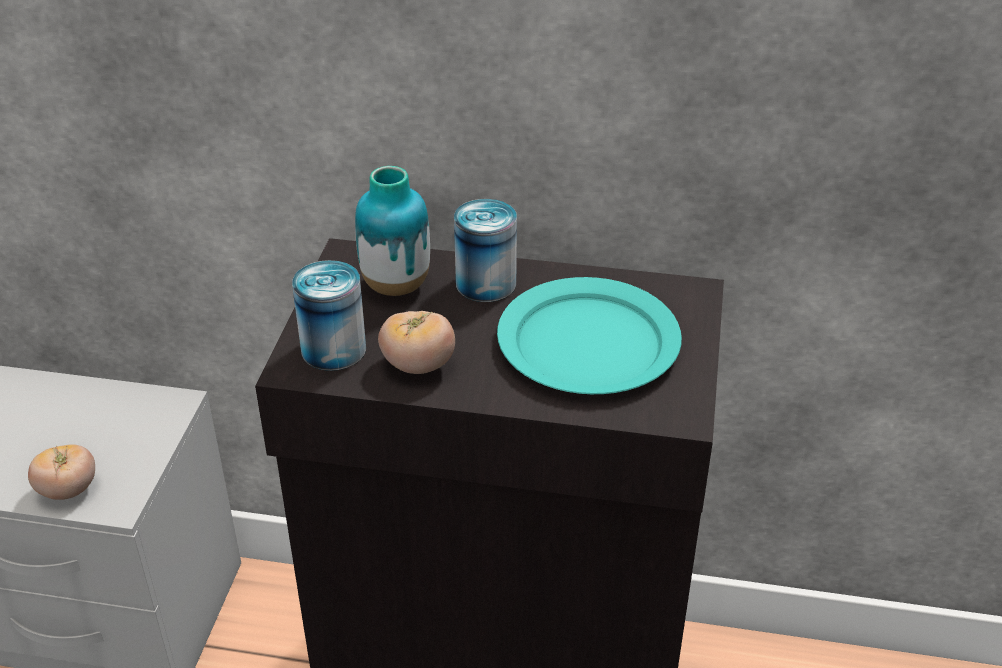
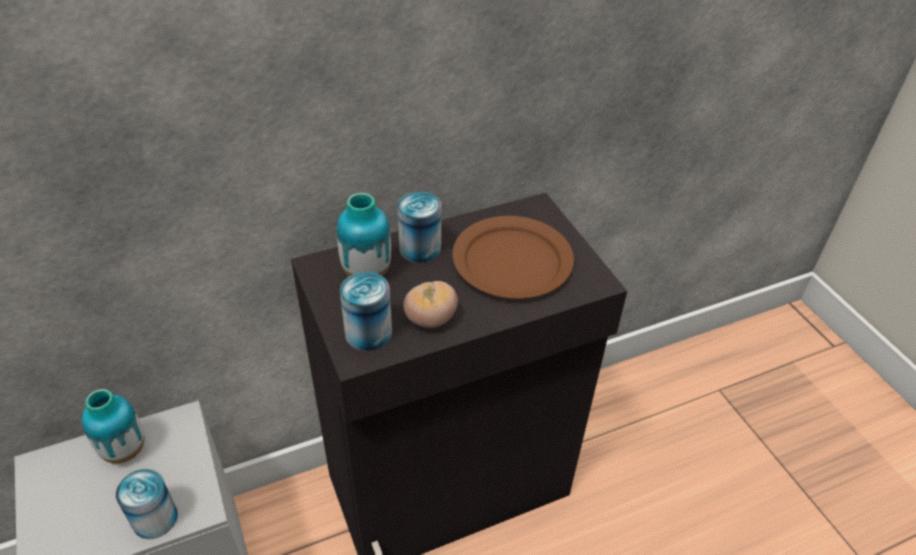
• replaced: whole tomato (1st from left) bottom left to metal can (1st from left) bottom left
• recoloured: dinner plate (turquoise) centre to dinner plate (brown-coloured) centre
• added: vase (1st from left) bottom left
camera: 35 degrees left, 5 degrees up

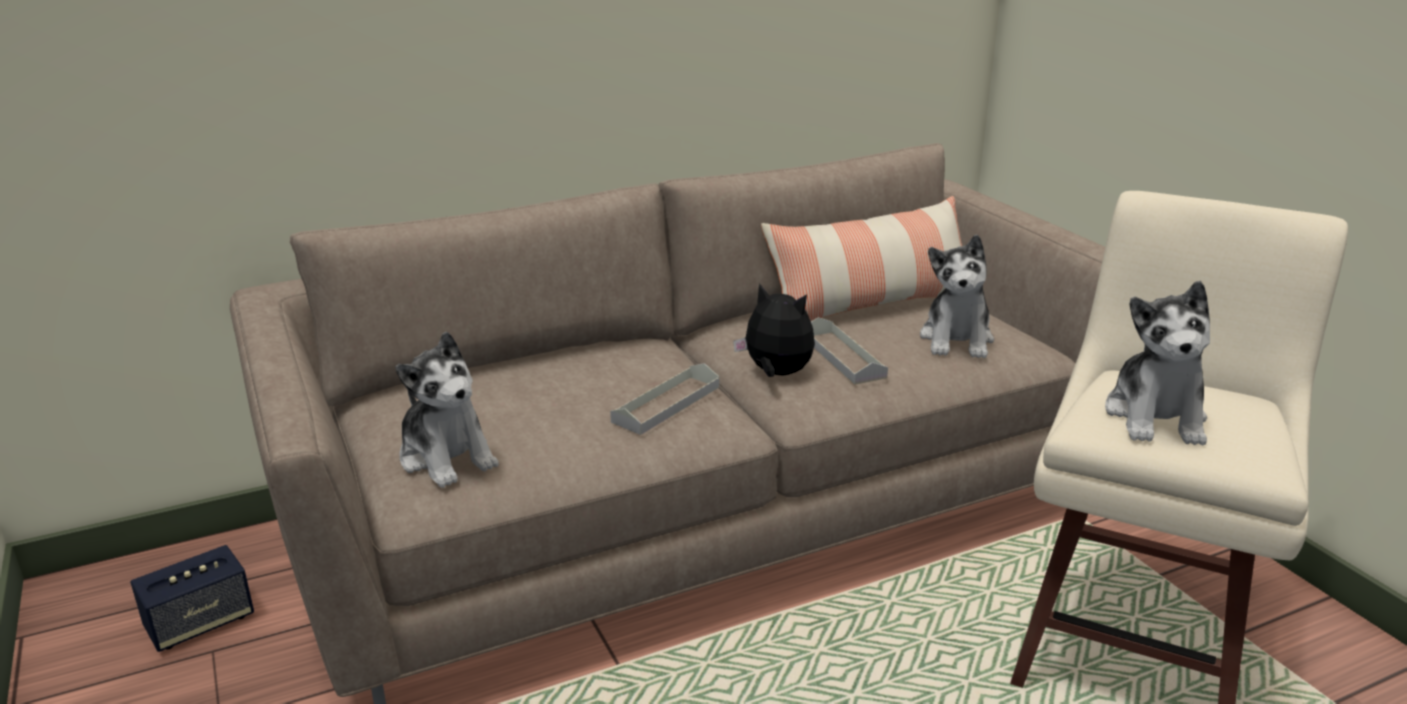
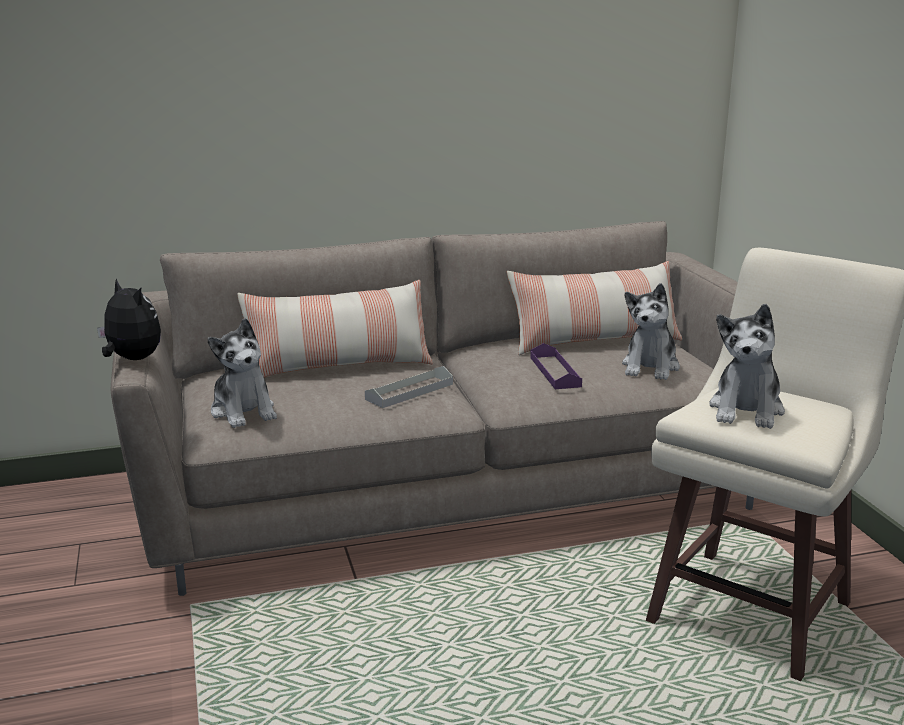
• removed: speaker bottom left
• moved: plush toy (2nd from left in the first image) centre to plush toy (1st from left) middle left
• recoloured: serving tray (grey) (2nd from left) centre to serving tray (purplish) centre
• added: cushion (1st from left) centre
camera: 10 degrees right, 5 degrees down

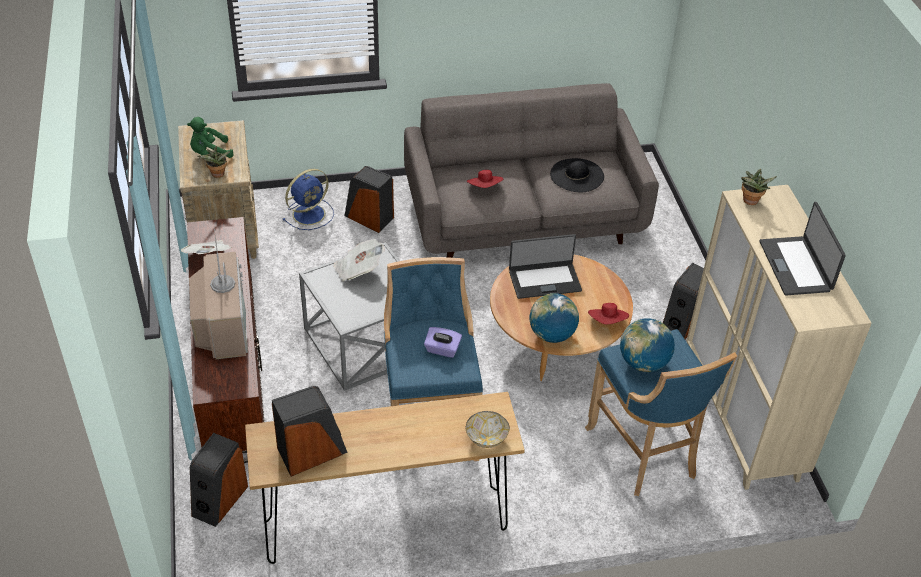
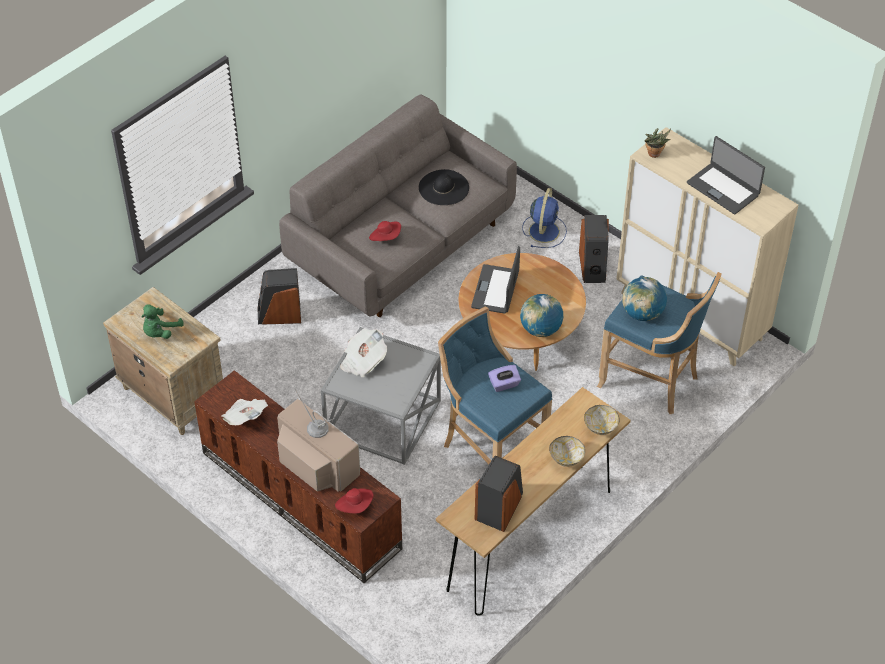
• removed: speaker (1st from left) bottom left
• removed: potted plant (1st from left) top left
• moved: fan (blue) centre to top centre
• turned: laptop (1st from left) centre = centre 150 degrees clockwise
• moved: wearable hat (reddish) (2nd from left in the first image) centre to wearable hat (reddish) (1st from left) bottom centre
• added: deep dish (1st from left) bottom centre
camera: 35 degrees left, 5 degrees up

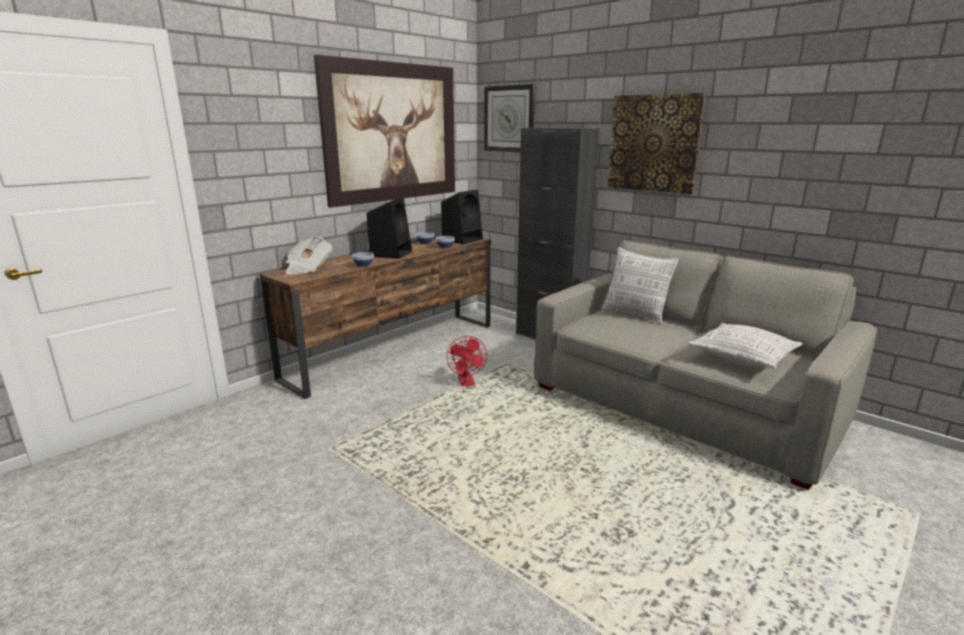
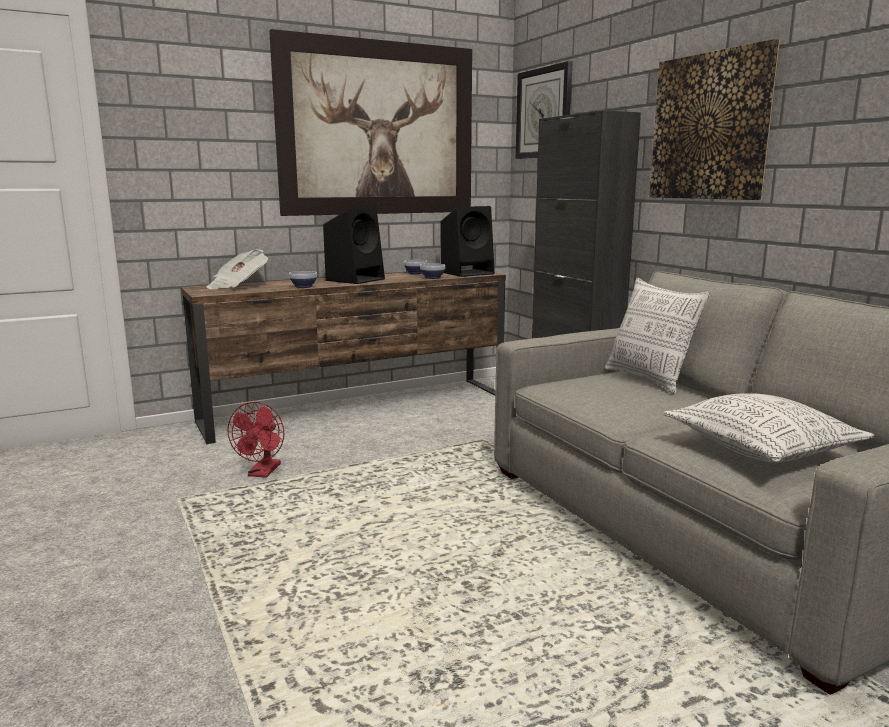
• moved: fan (reddish) centre to middle left
camera: 20 degrees right, 5 degrees down

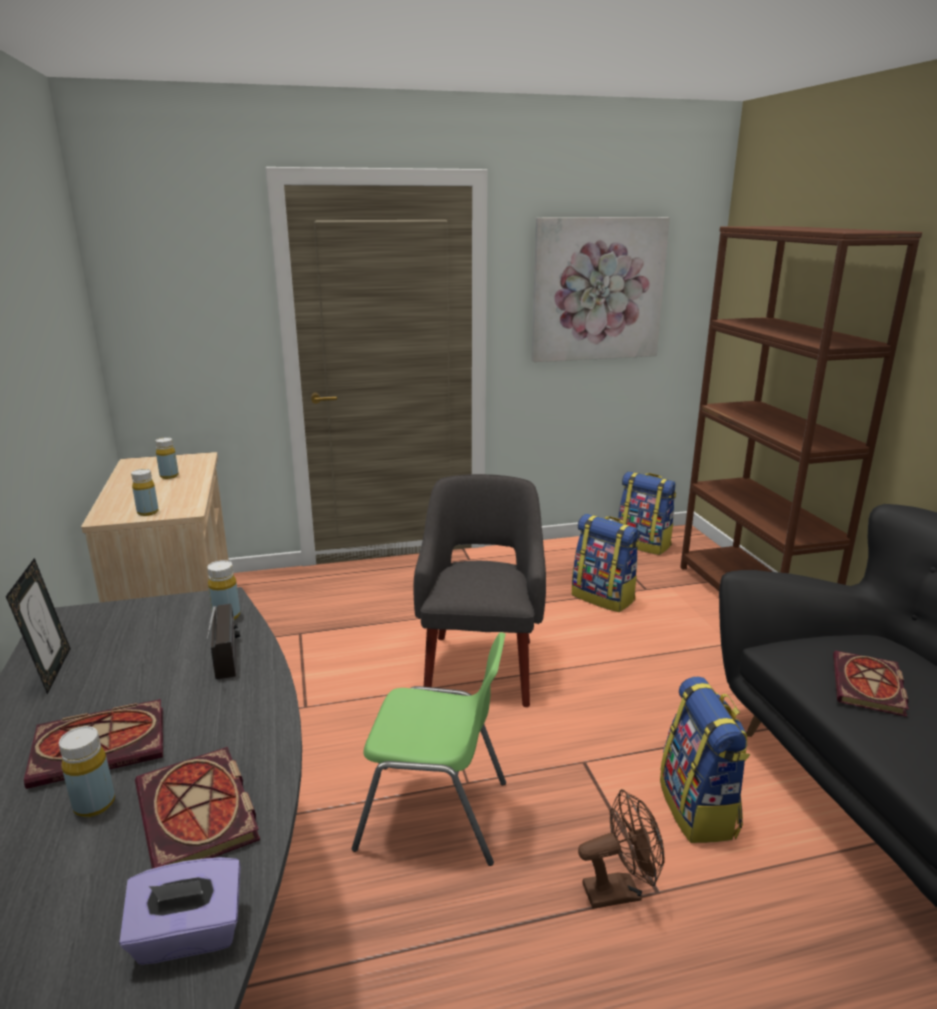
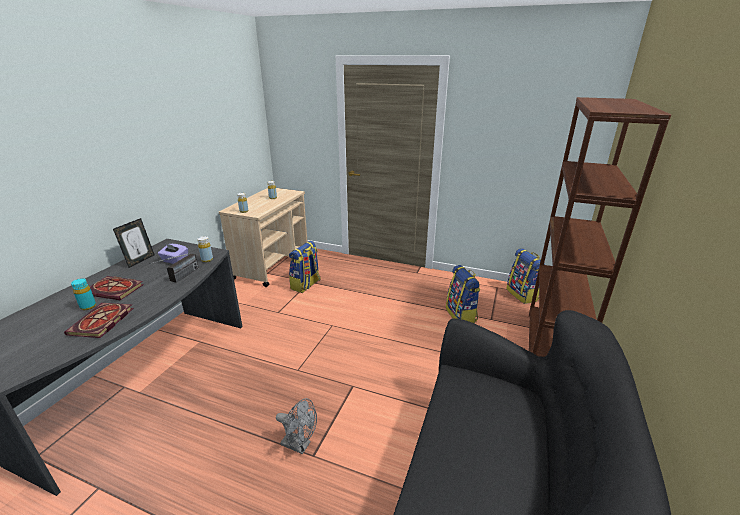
• recoloured: drink bottle (yellow) (1st from left) bottom left to drink bottle (turquoise) middle left
• moved: tissue box (purplish) bottom left to middle left
• removed: chair (green-coloured) bottom centre
• removed: easy chair (grey) centre
• removed: picture top centre
• recoloured: fan (brown-coloured) bottom centre to fan (grey) bottom centre
• moved: knapsack (3rd from left in the first image) bottom right to knapsack (1st from left) centre
• removed: volume (3rd from left) bottom right
camera: 35 degrees right, 5 degrees up

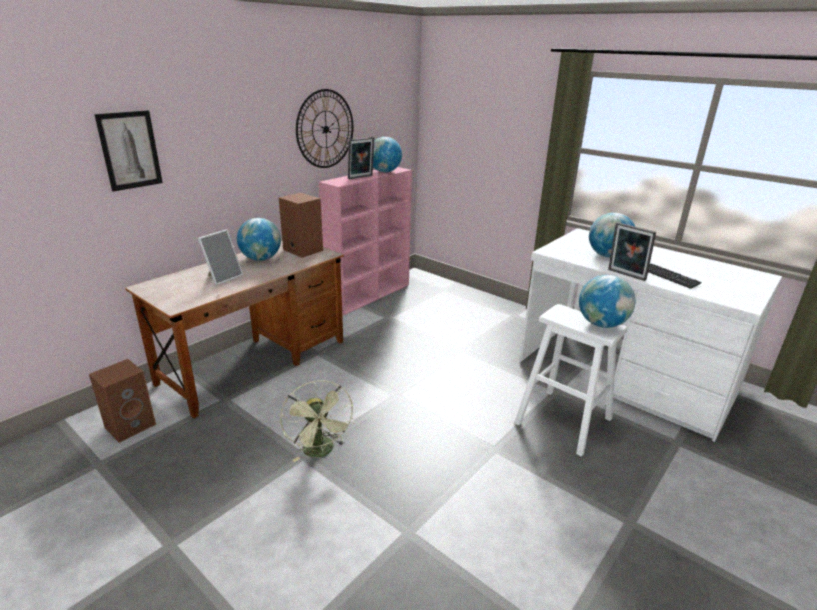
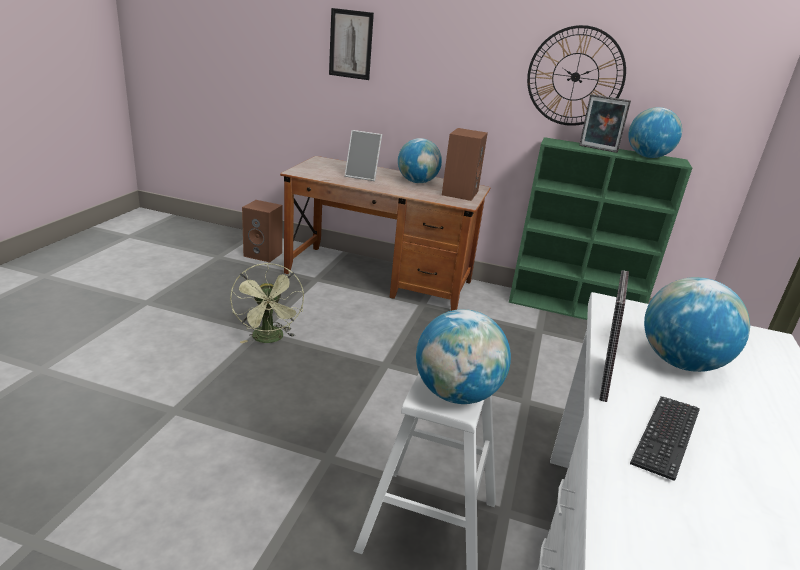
• turned: fan (green-coloured) bottom centre = centre 60 degrees counterclockwise
• recoloured: shelving unit (pink-coloured) centre to shelving unit (green-coloured) middle right
camera: 65 degrees right, 0 degrees up

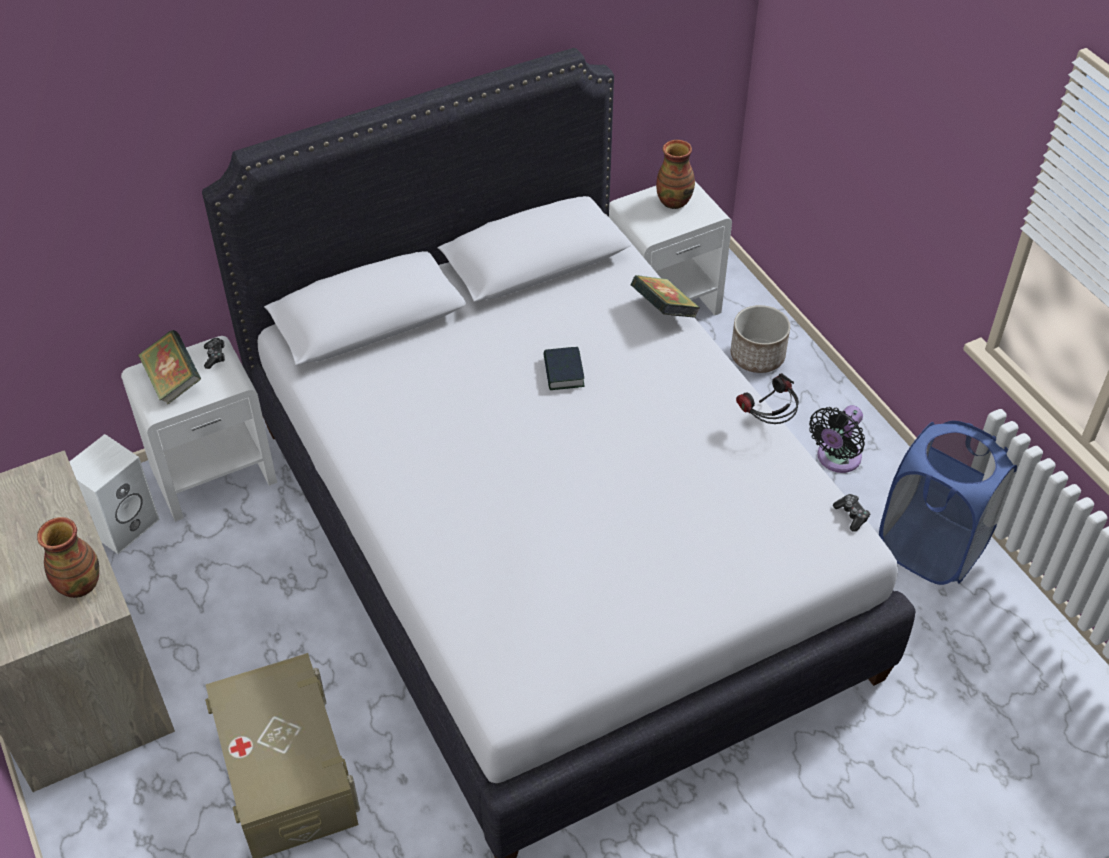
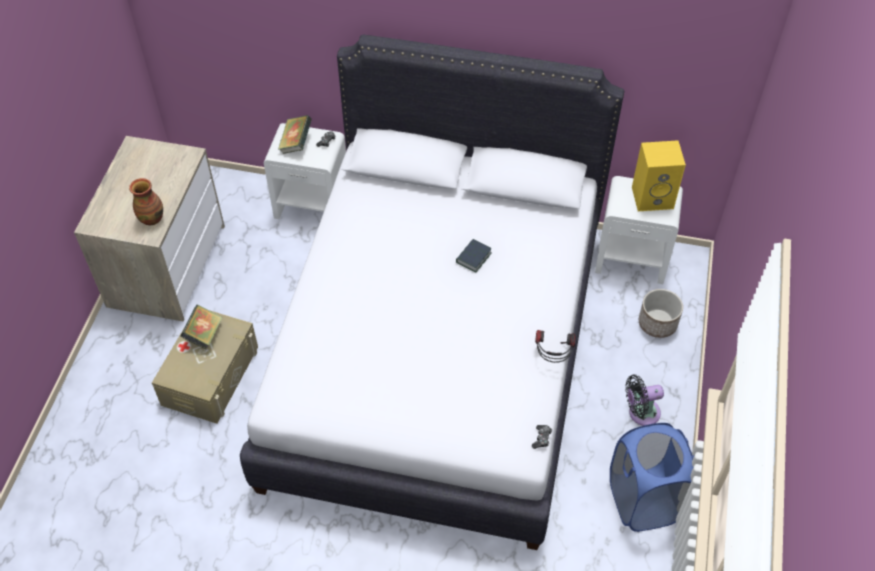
• removed: speaker (white-coloured) middle left
• moved: volume (3rd from left in the first image) centre to volume (1st from left) middle left
• replaced: vase (2nd from left) top centre to speaker (yellow) top right
camera: 40 degrees right, 5 degrees up

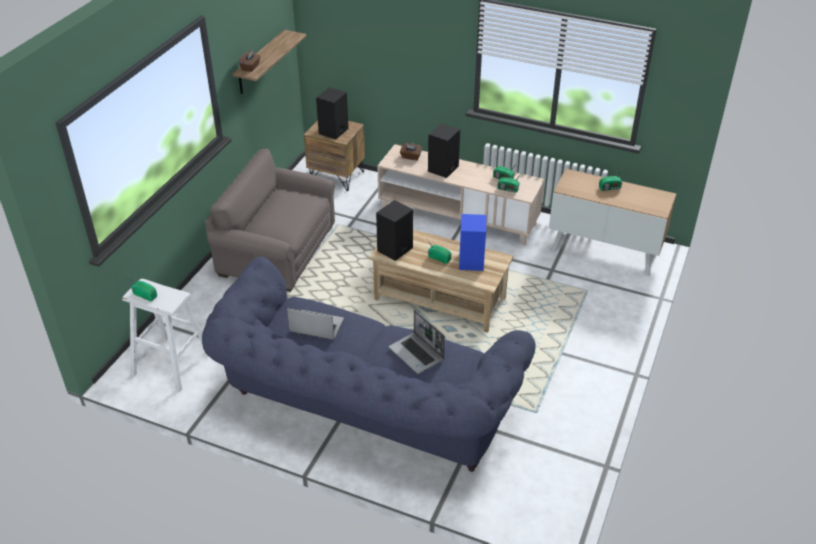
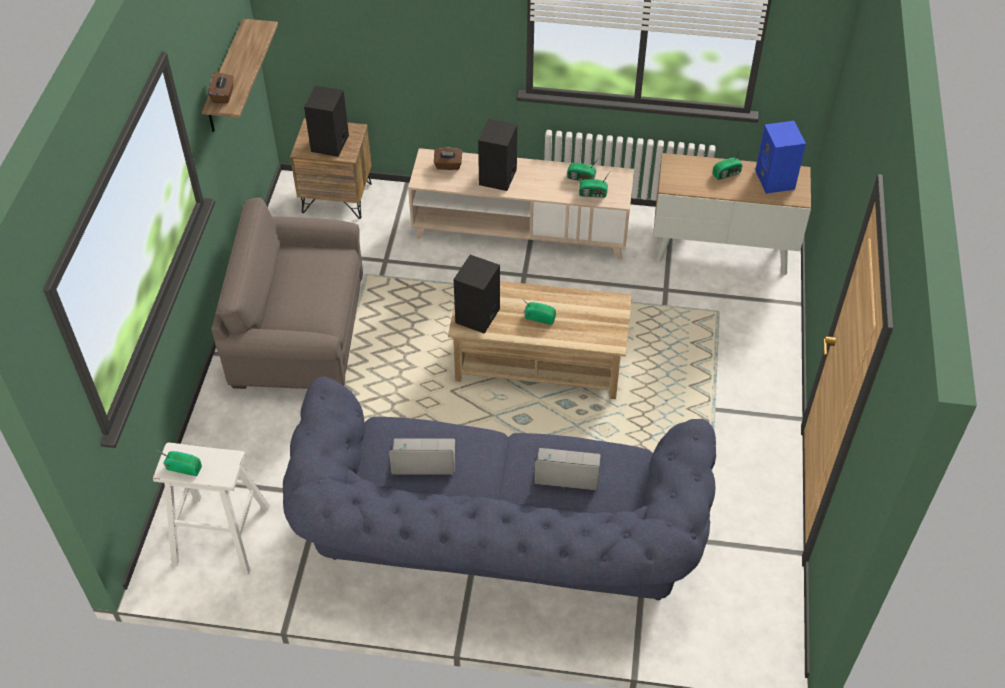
• turned: laptop (2nd from left) centre = bottom centre 150 degrees clockwise
• moved: speaker (blue) centre to top right
camera: 15 degrees left, 10 degrees up

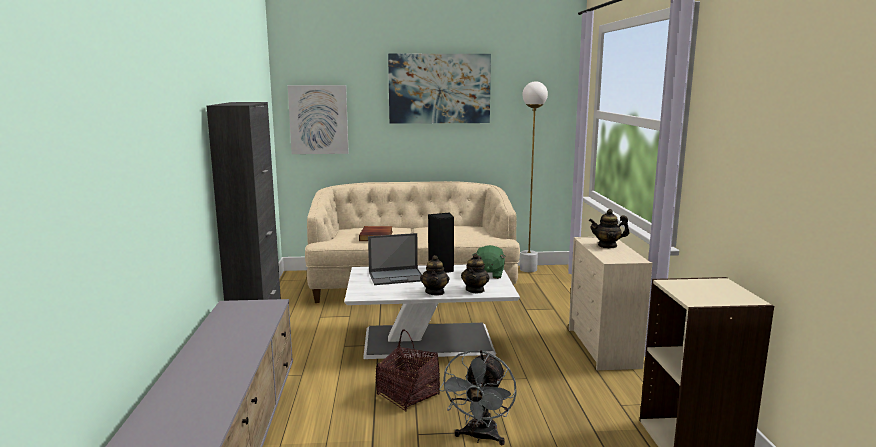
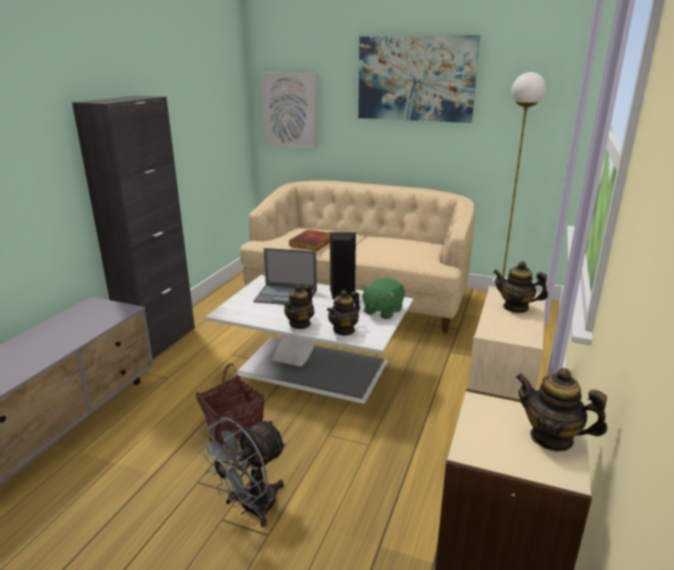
• added: teapot (4th from left) bottom right
camera: 25 degrees right, 10 degrees up

